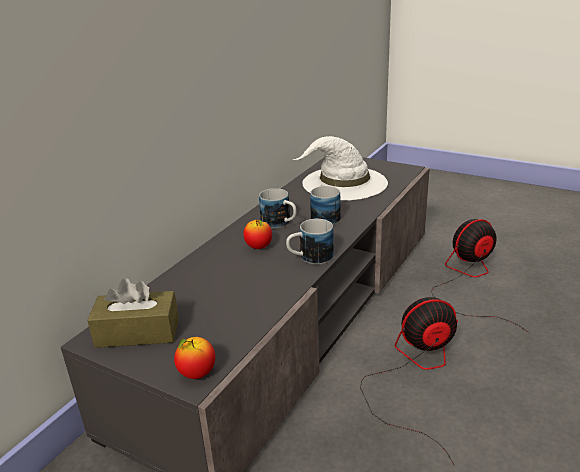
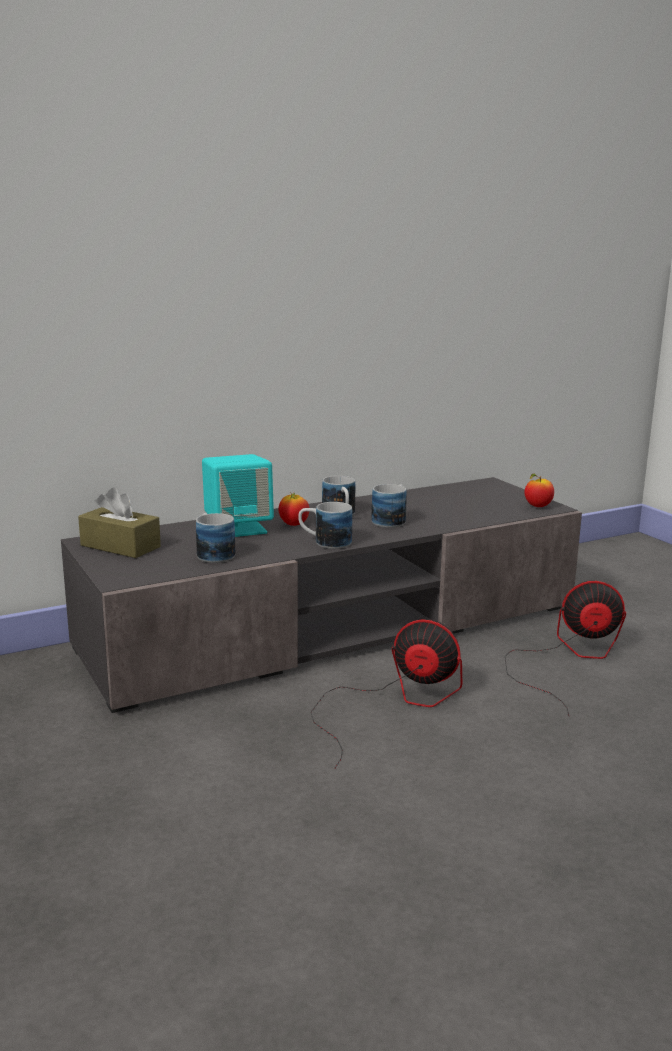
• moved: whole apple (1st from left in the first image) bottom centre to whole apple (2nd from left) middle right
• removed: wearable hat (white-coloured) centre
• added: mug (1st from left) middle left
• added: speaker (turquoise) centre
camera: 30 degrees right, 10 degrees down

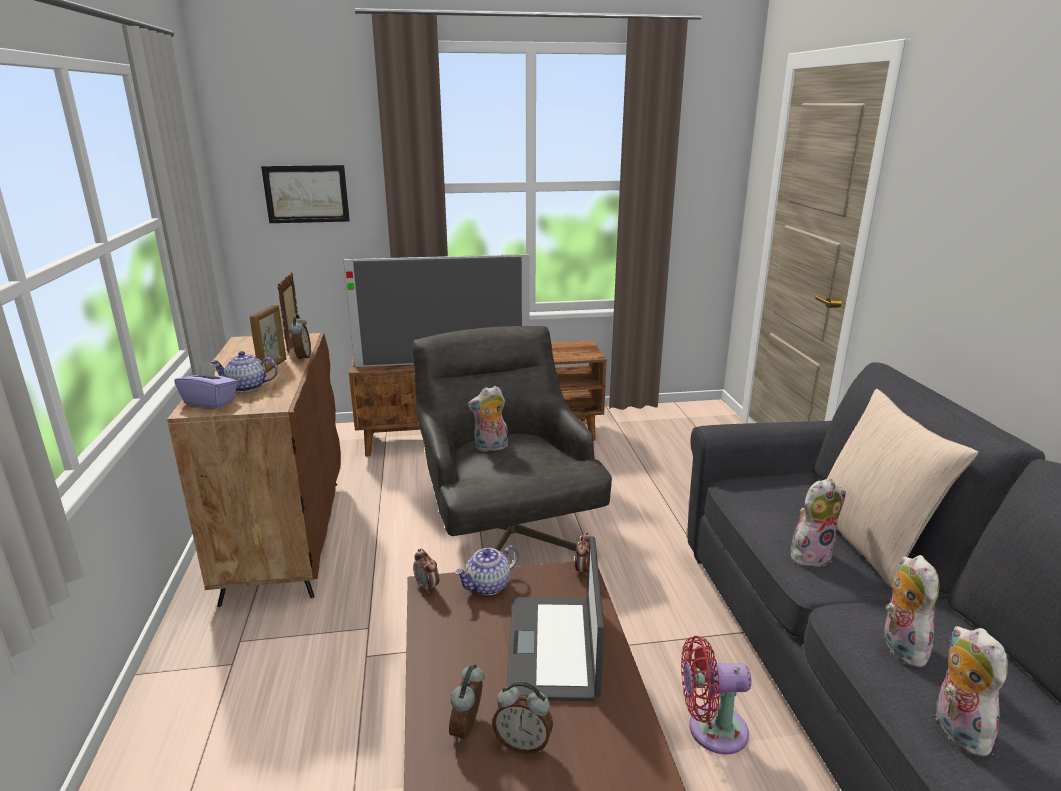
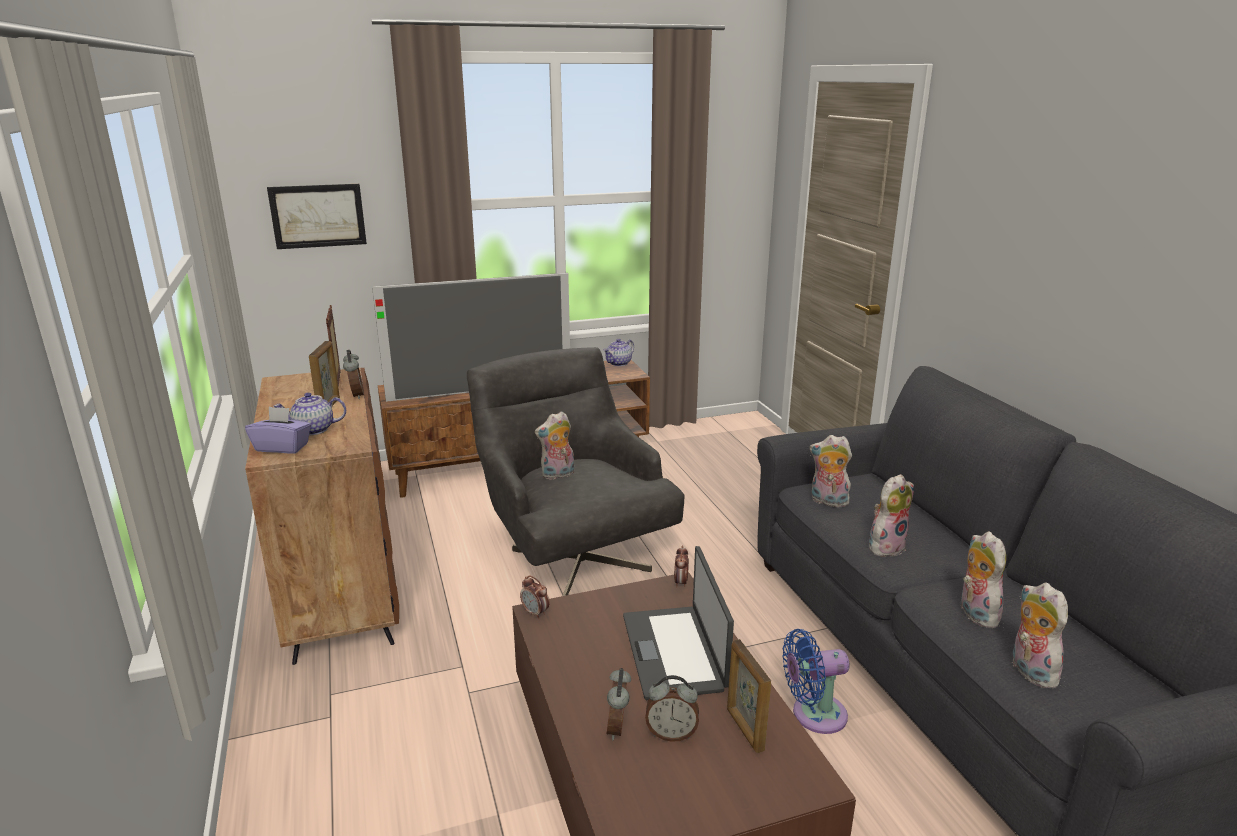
• moved: teapot (2nd from left) bottom centre to centre
• recoloured: fan (reddish) bottom right to fan (blue) bottom centre
• removed: cushion (beige) middle right
• added: standing frame (3rd from left) bottom centre
• added: plush toy (2nd from left) middle right
camera: 10 degrees left, 0 degrees up

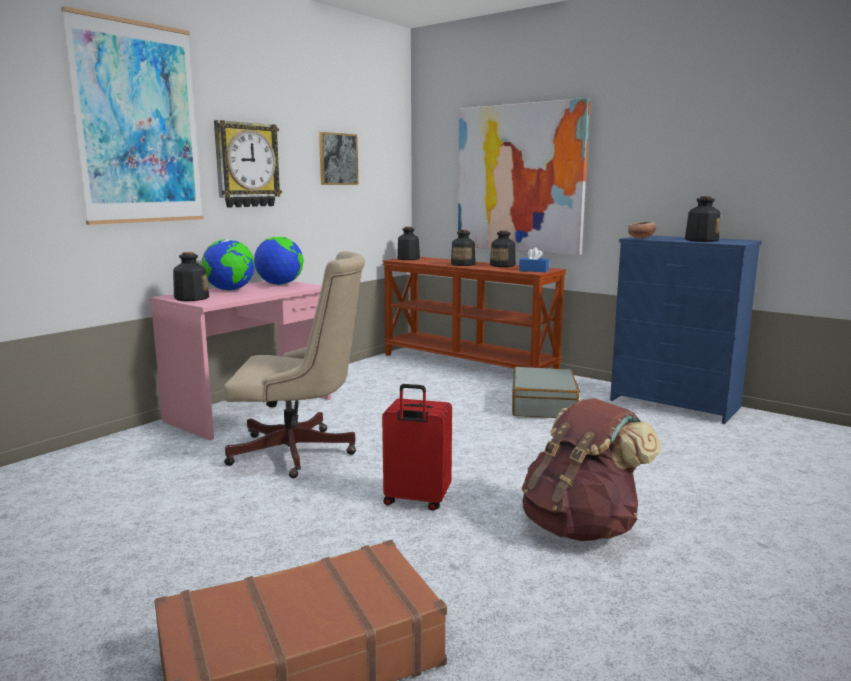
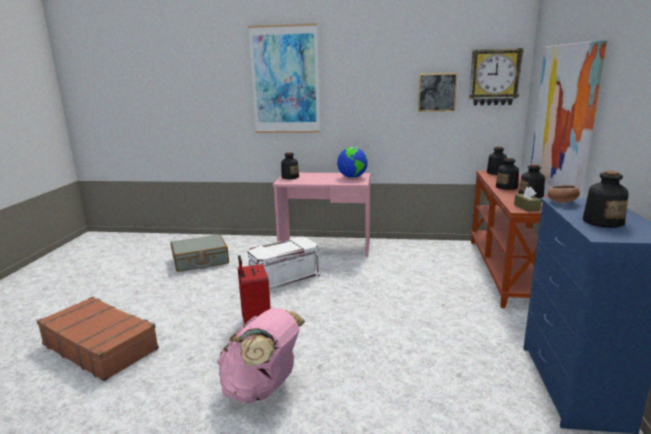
• removed: world globe (1st from left) middle left
• moved: hanging clock top left to top right
• replaced: desk chair (beige) centre to storage container (white-coloured) centre
• moved: piece of luggage (grey) centre to middle left
• recoloured: tissue box (blue) centre to tissue box (brown-coloured) middle right
• recoloured: knapsack (brown-coloured) bottom right to knapsack (pink-coloured) bottom centre
camera: 60 degrees right, 5 degrees up

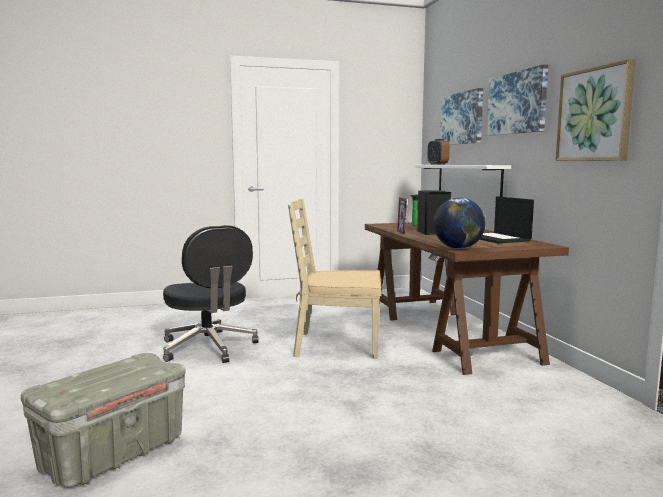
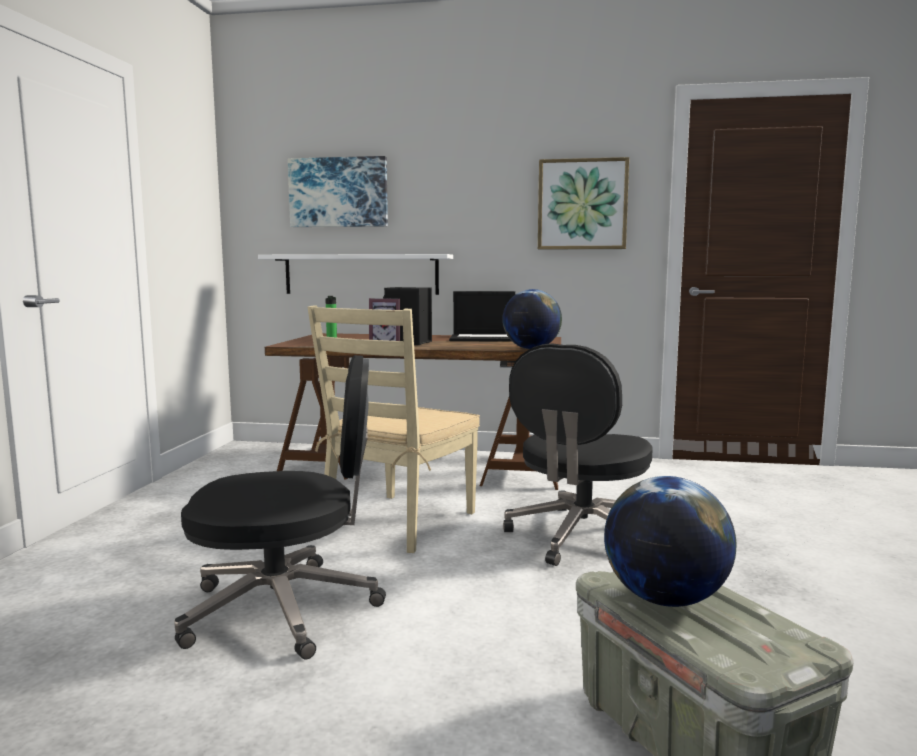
• removed: bedside clock top centre
• removed: picture (2nd from left) top right
• added: desk chair (black) (2nd from left) centre
• added: world globe (2nd from left) bottom right
camera: 65 degrees left, 0 degrees up

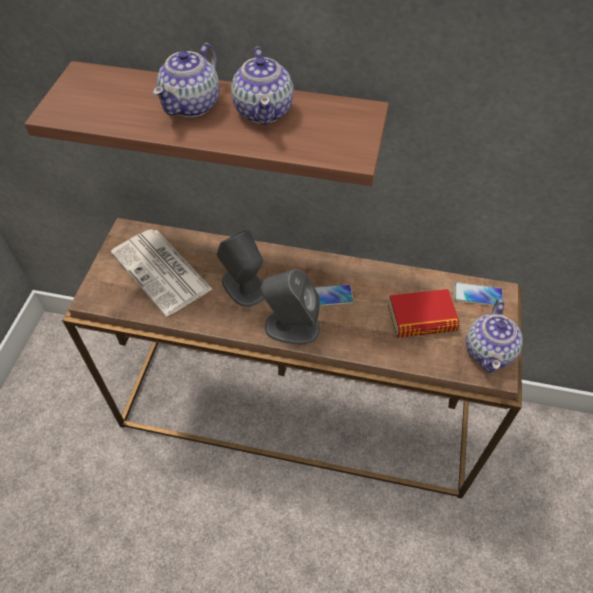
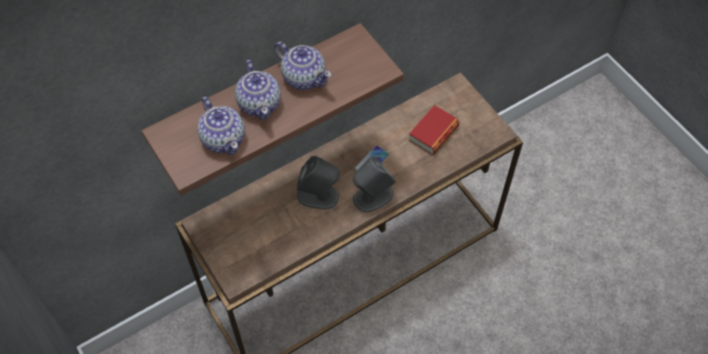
• removed: printed paper middle left
• removed: handset (2nd from left) middle right
• moved: teapot (3rd from left in the first image) middle right to teapot (1st from left) middle left
camera: 45 degrees left, 5 degrees up

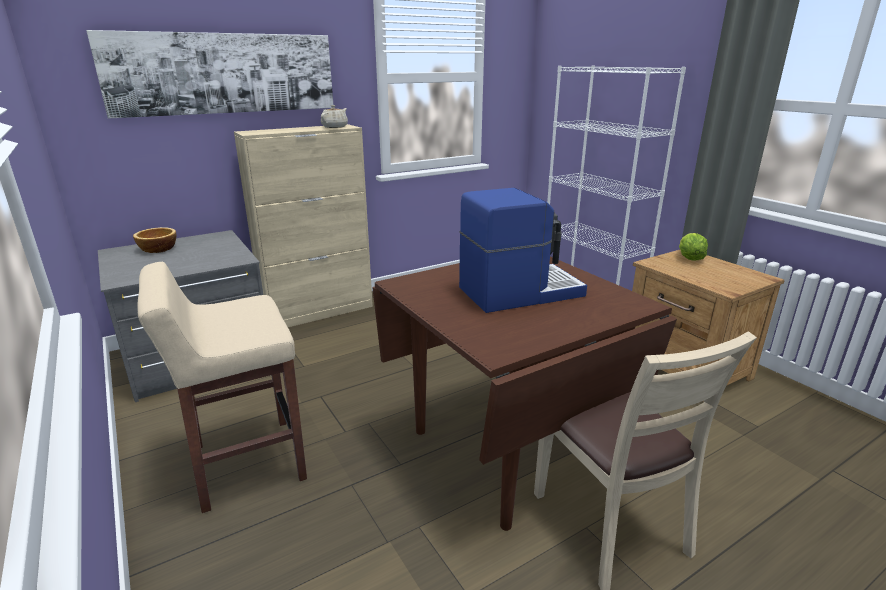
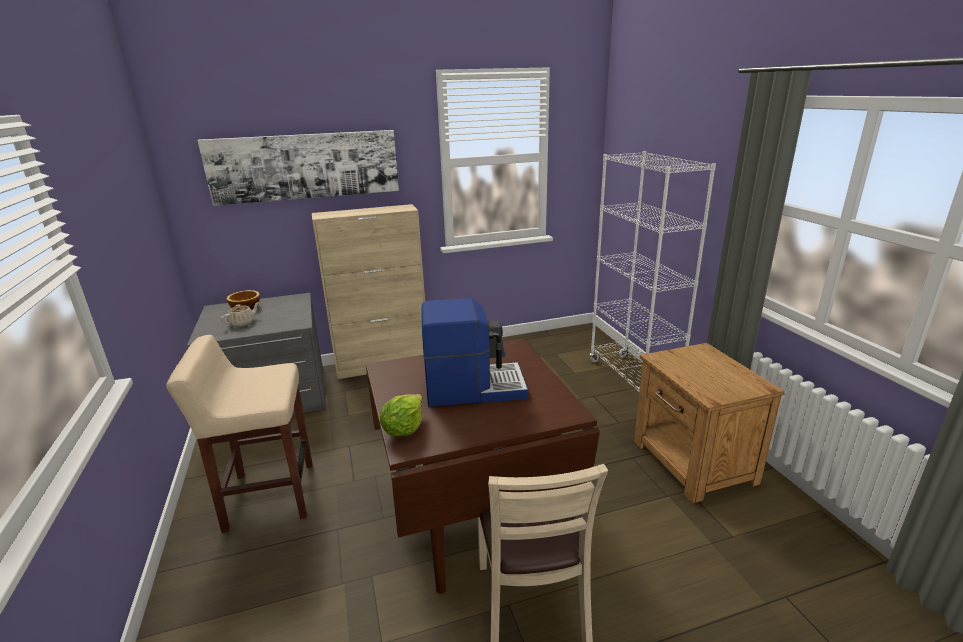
• moved: teapot (beige) top centre to middle left
• moved: lettuce head middle right to centre
camera: 15 degrees right, 0 degrees up

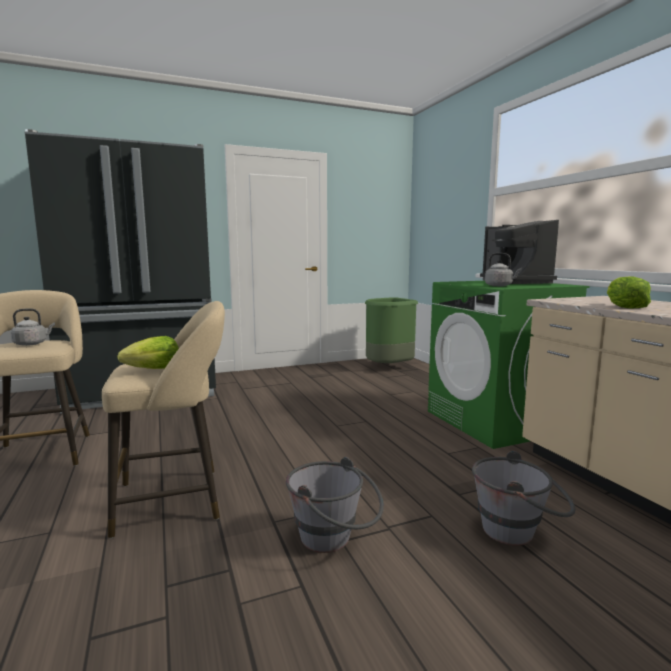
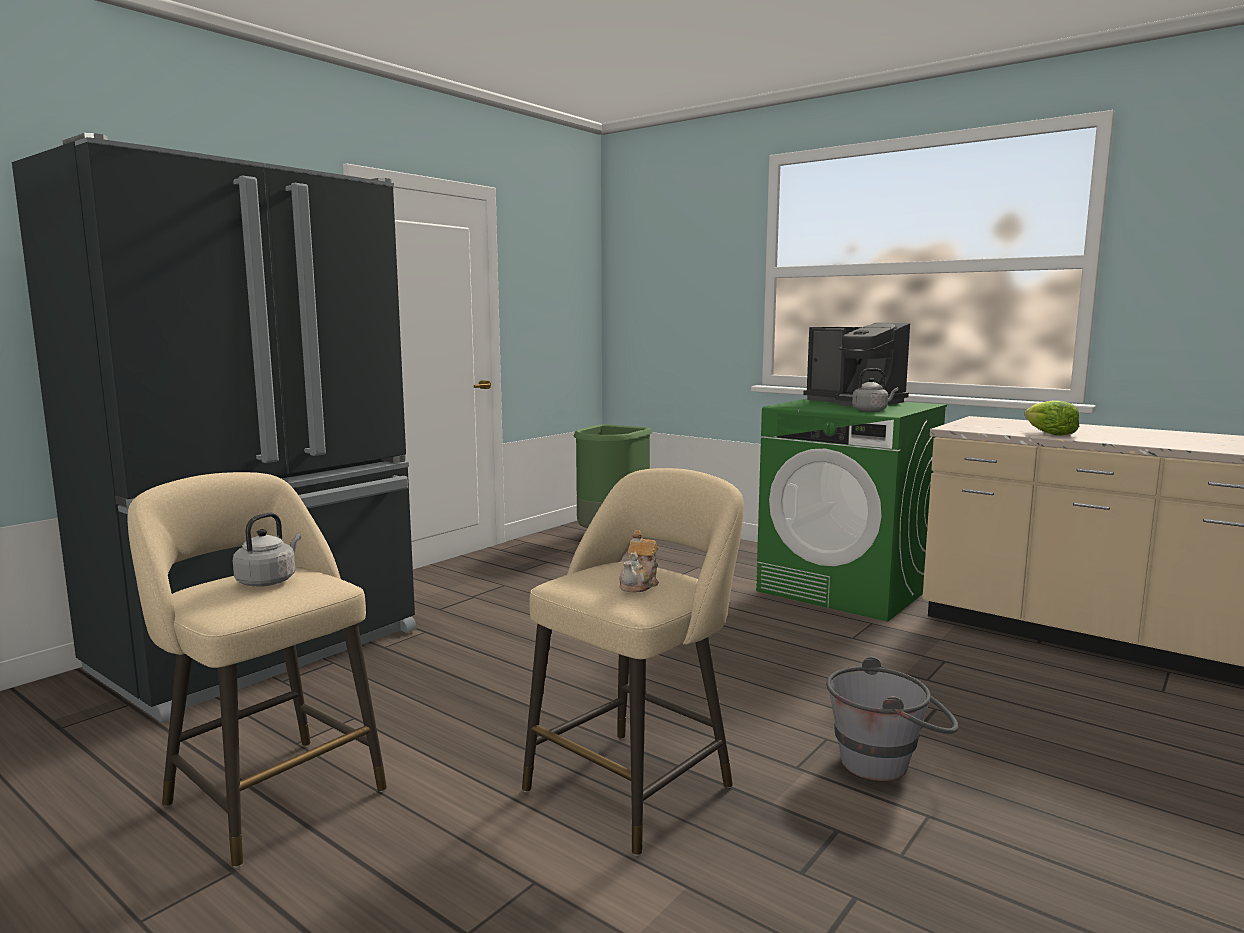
• replaced: lettuce head (1st from left) middle left to teapot centre
• removed: bucket (grey) (2nd from left) bottom right
camera: 30 degrees left, 0 degrees up

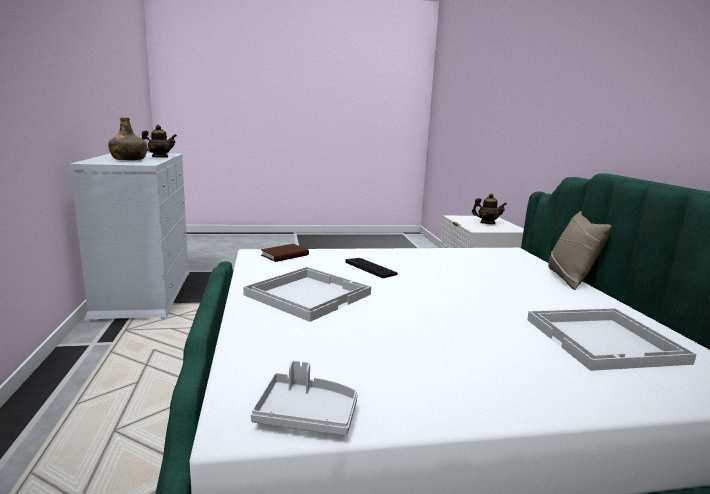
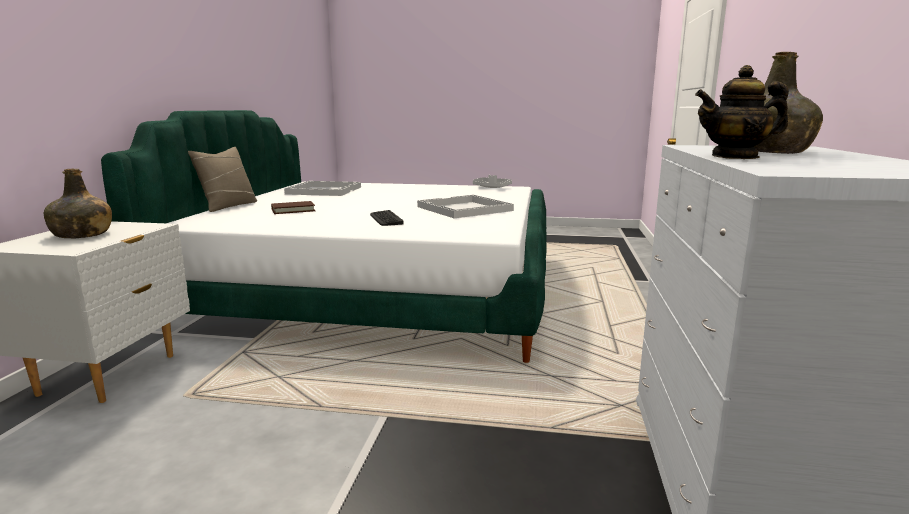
• moved: volume (brown-coloured) centre to middle left
• replaced: teapot (2nd from left) middle right to drink bottle (green-coloured) (1st from left) middle left
camera: 160 degrees left, 0 degrees up

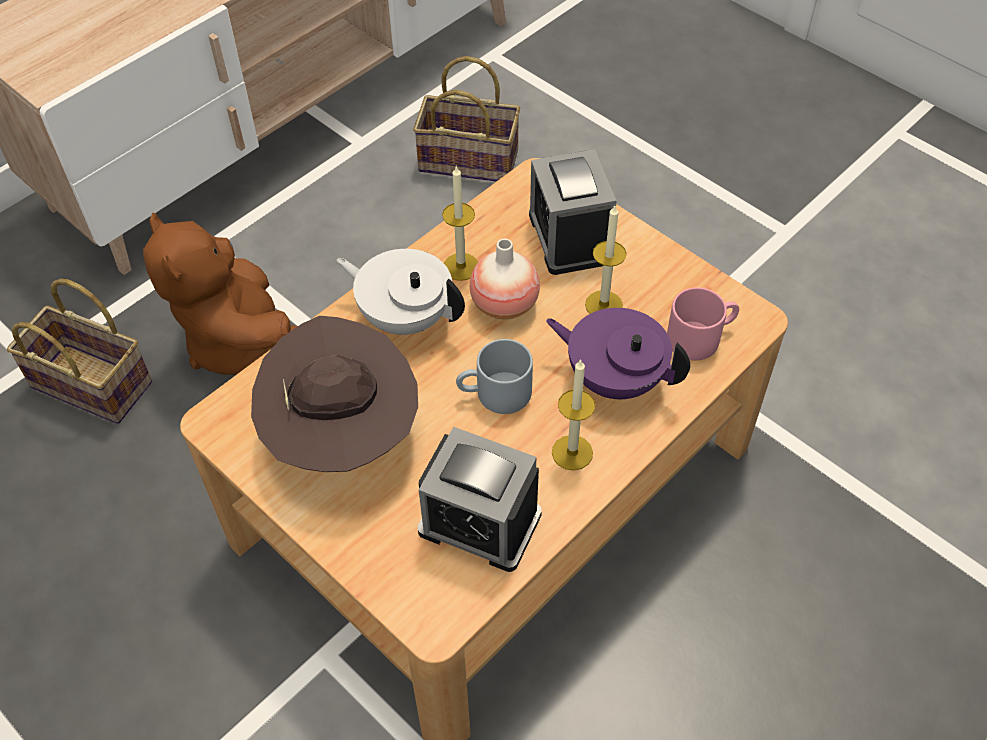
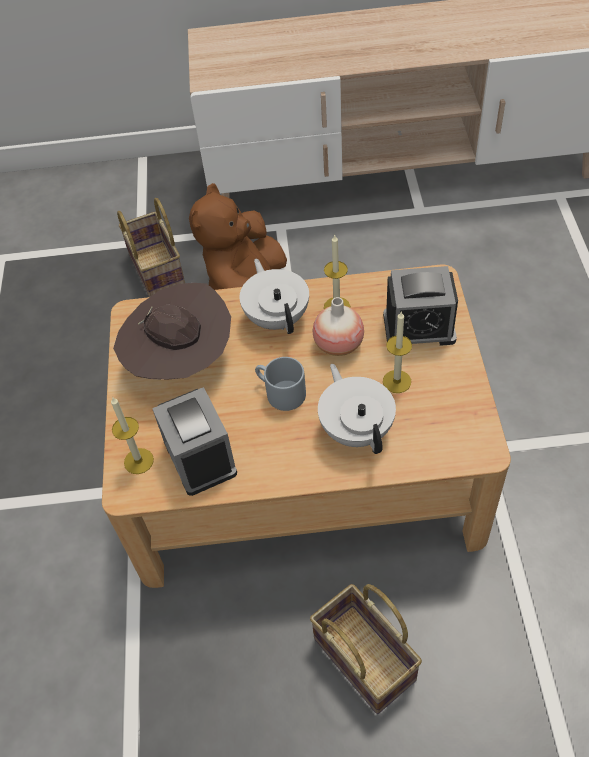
• moved: storage basket (2nd from left) top centre to bottom centre
• turned: bedside clock (2nd from left) top centre = middle right 120 degrees counterclockwise
• recoloured: teapot (purplish) centre to teapot (white-coloured) (2nd from left) centre
• moved: wax light (2nd from left in the first image) centre to wax light (1st from left) middle left
• removed: mug (pink-coloured) middle right
camera: 45 degrees right, 0 degrees up

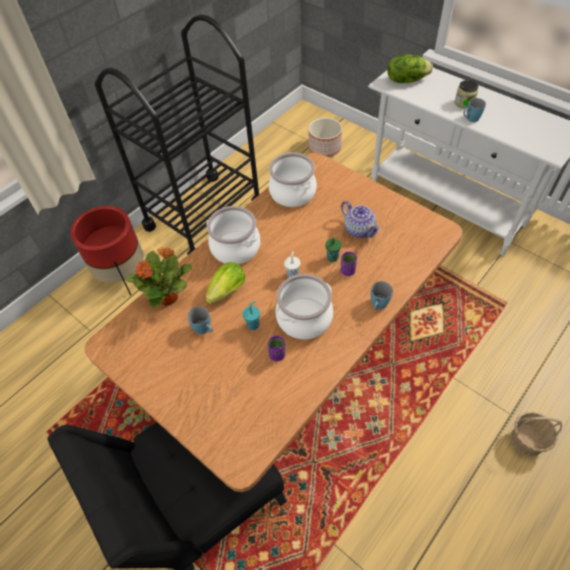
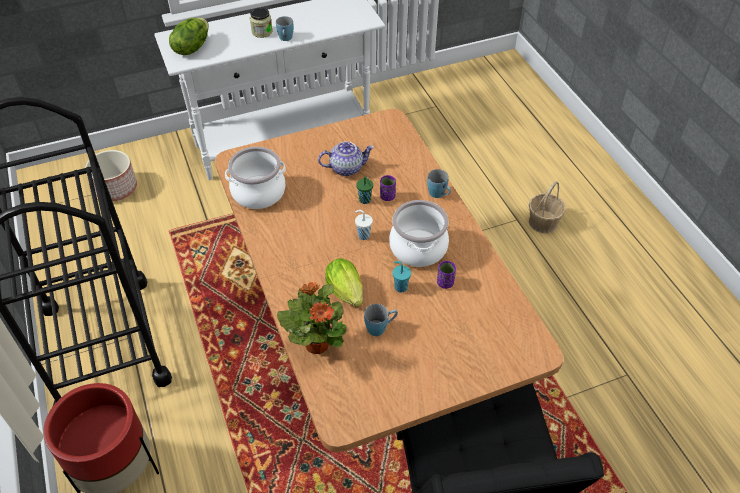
• removed: stockpot (1st from left) centre
camera: 65 degrees left, 5 degrees down

